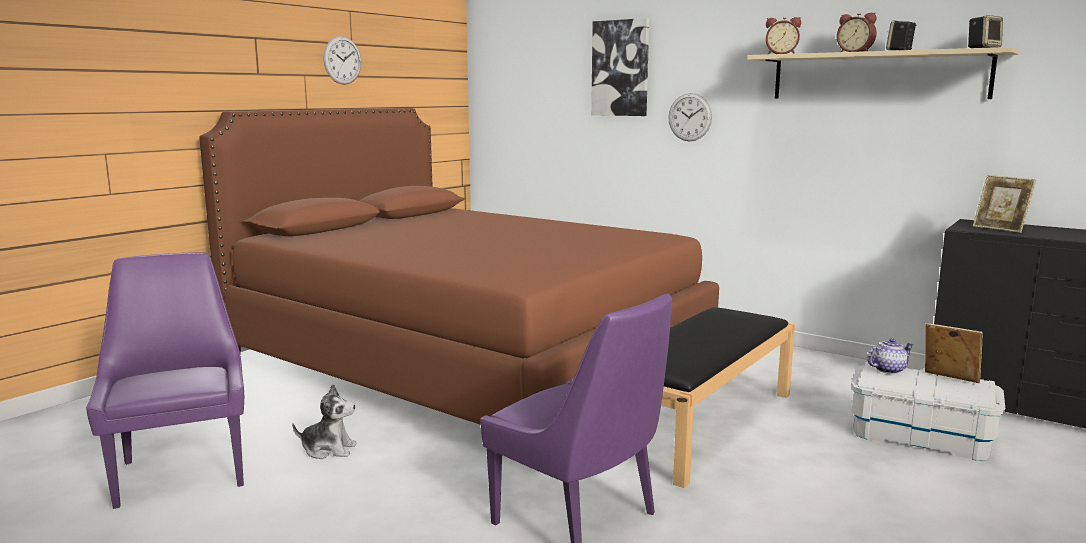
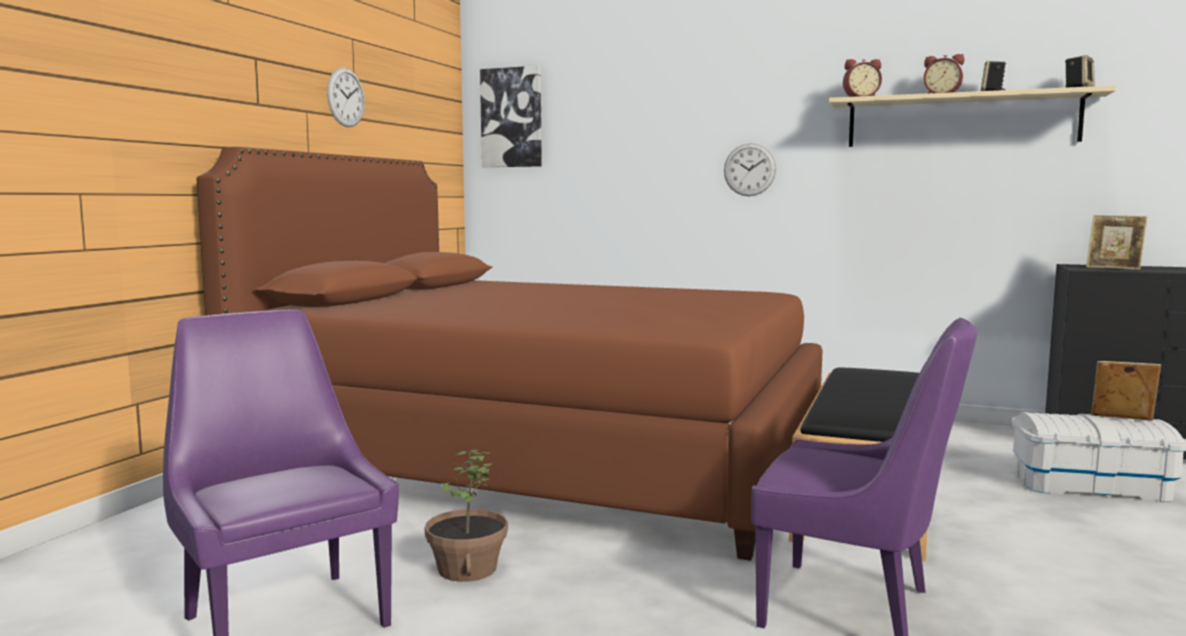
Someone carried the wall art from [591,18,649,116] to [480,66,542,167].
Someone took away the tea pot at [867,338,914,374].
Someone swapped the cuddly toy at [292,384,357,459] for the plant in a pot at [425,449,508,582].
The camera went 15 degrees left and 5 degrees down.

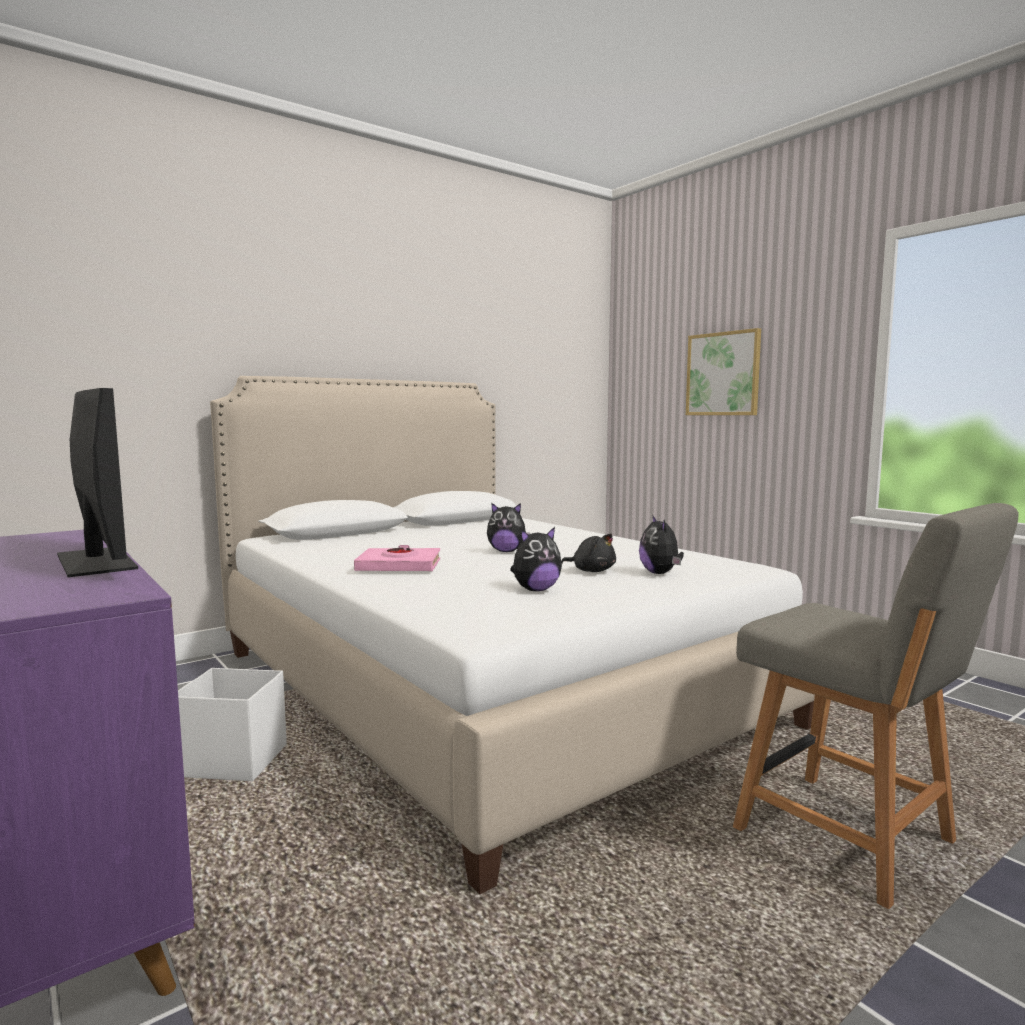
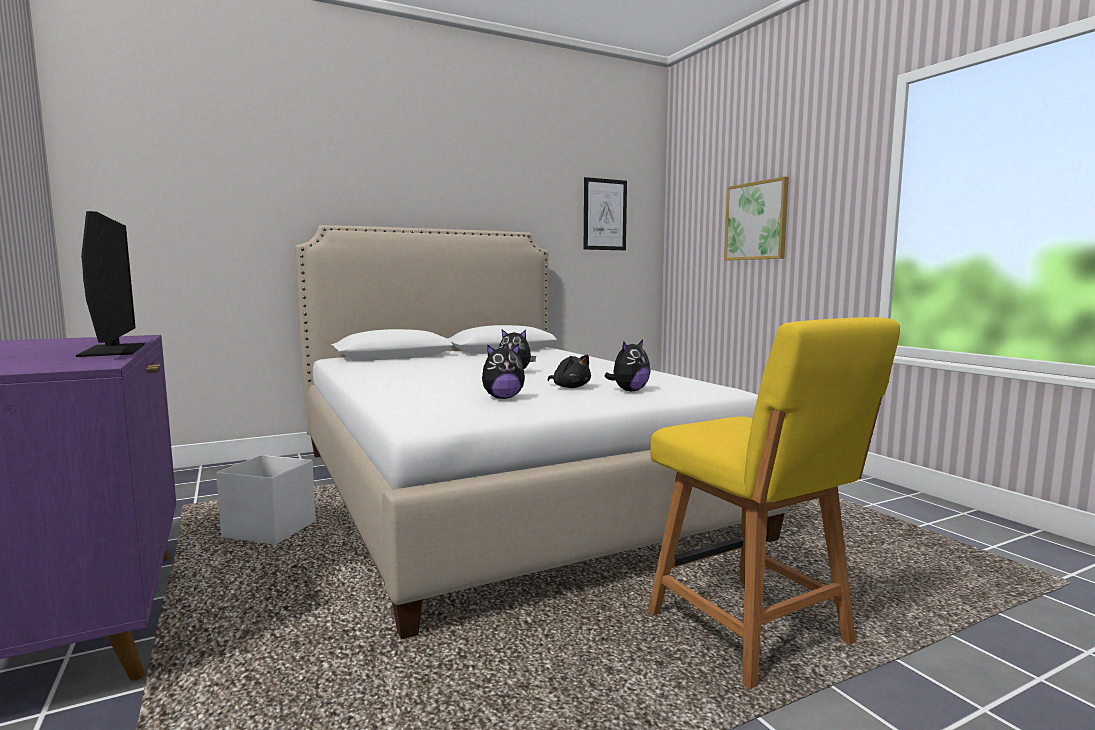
Someone repainted the chair in gray at [733,503,1019,909], which became the chair in yellowish at [648,317,900,689].
Someone rotated the cuddly toy at [639,515,684,574] by 135 degrees counterclockwise.
Someone took away the bound book in pinkish at [354,545,440,571].
Someone put up the wall art at [584,177,627,250].
The camera went 10 degrees right and 0 degrees up.

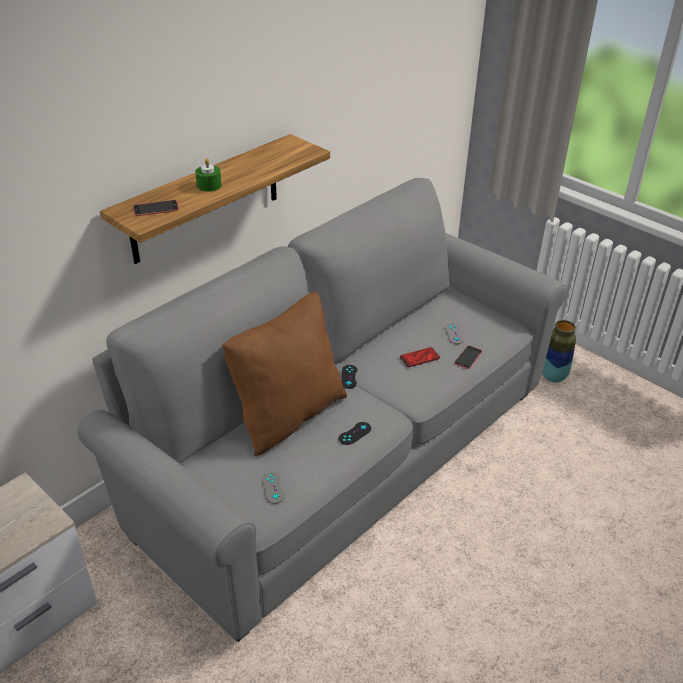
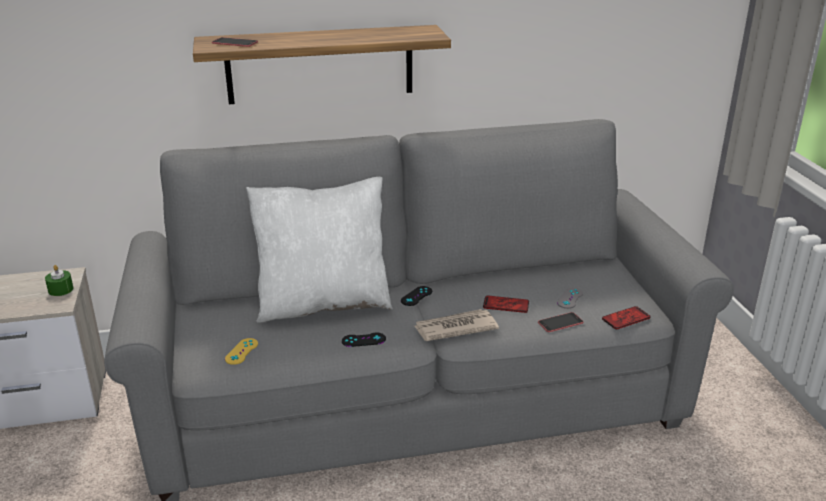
Someone carried the candle in greenish from [195,158,222,192] to [45,265,73,296].
Someone repainted the throw pillow in brown-coloured at [222,291,347,456], which became the throw pillow in whitish at [246,177,393,323].
Someone took away the decorative vase at [542,320,576,383].
Someone repainted the joypad in gray at [262,472,285,504], which became the joypad in yellowish at [225,338,258,365].
Someone put down the phone at [602,306,651,329].
Someone put down the newspaper at [414,309,499,341].
The camera went 35 degrees right and 10 degrees down.

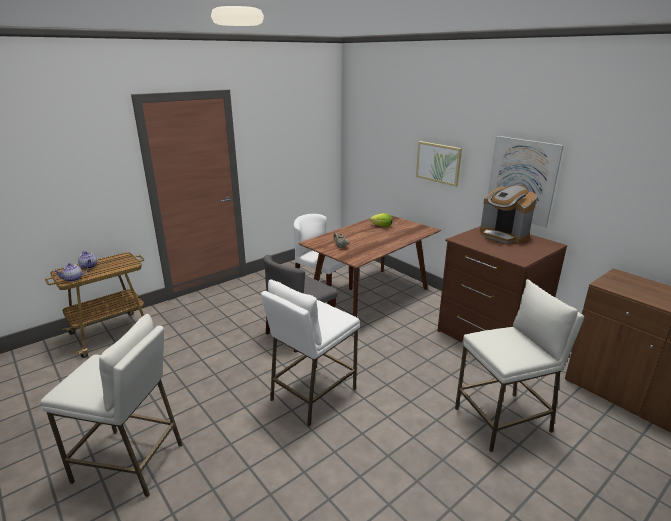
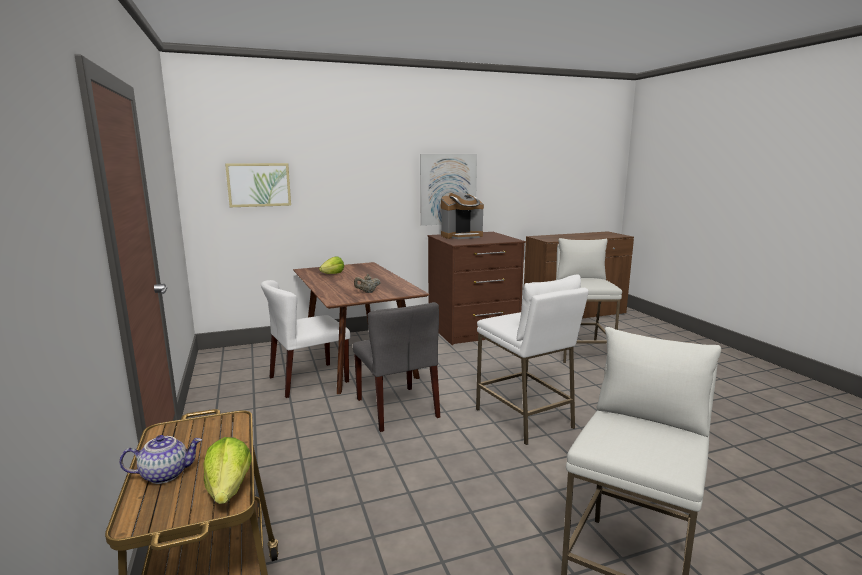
Someone carried the wall art from [416,141,462,187] to [225,163,291,207].
Someone swapped the tea pot at [54,263,88,282] for the lettuce head at [203,437,252,504].
The camera went 70 degrees left and 10 degrees down.

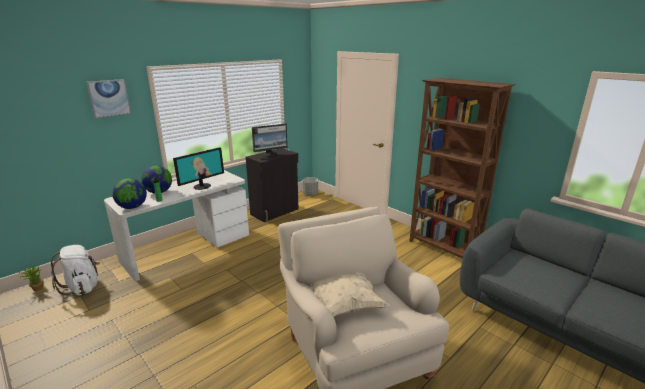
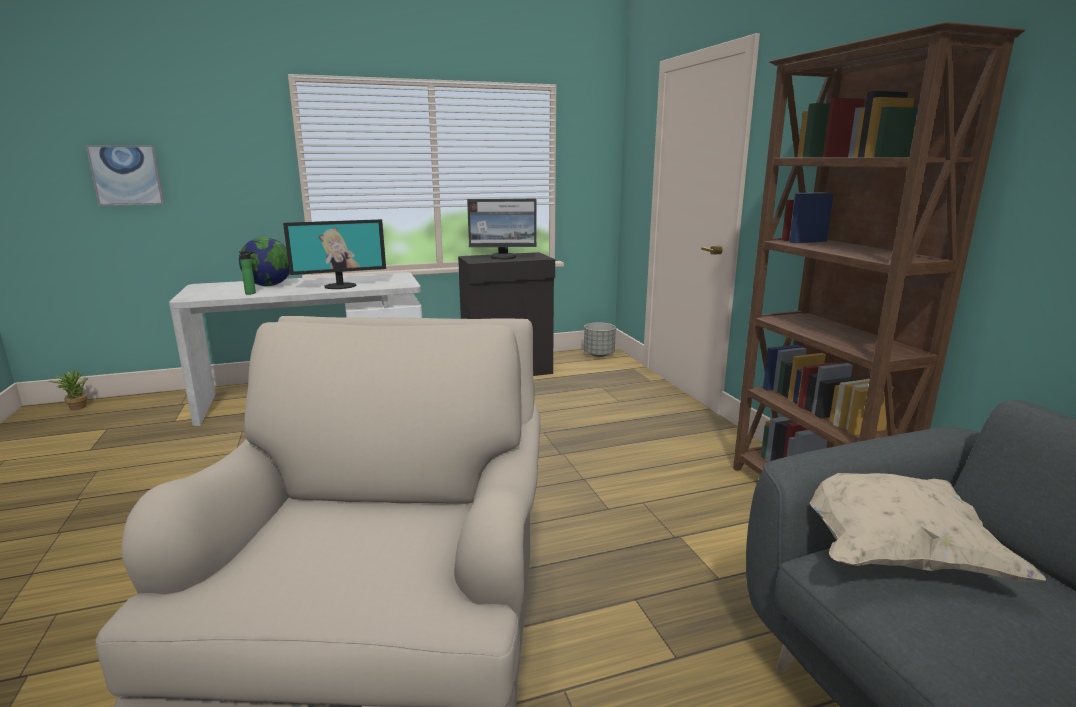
Someone carried the wall art from [86,79,131,118] to [86,145,165,206].
Someone took away the globe at [112,178,147,209].
Someone took away the backpack in whitish at [51,245,100,295].
Someone carried the throw pillow in beige-coloured from [310,273,389,317] to [810,473,1046,582].
The camera went 25 degrees right and 5 degrees down.

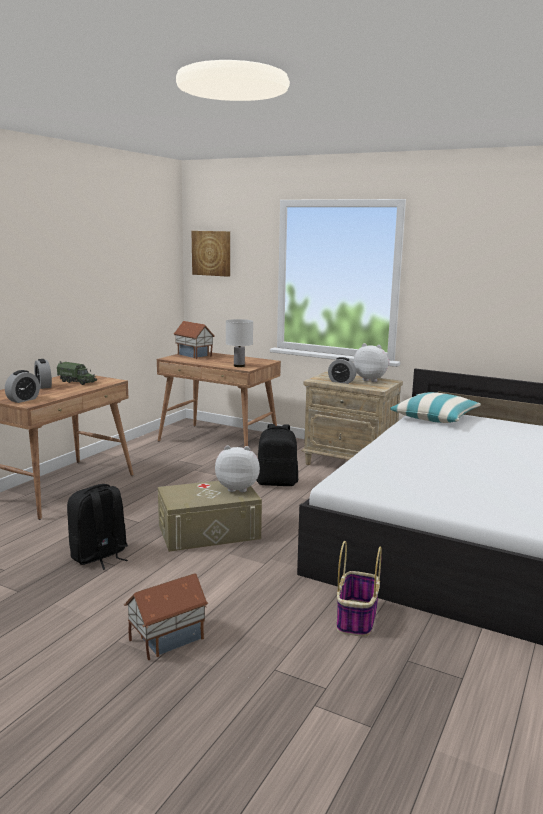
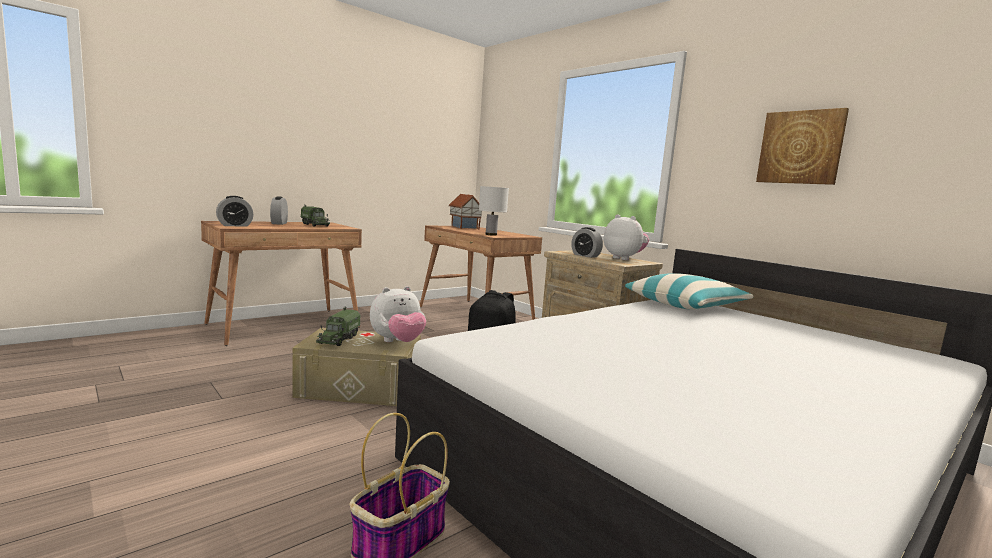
Someone carried the wall art from [192,231,230,277] to [756,108,849,185].
Someone rotated the cuddly toy at [215,445,260,492] by 120 degrees clockwise.
Someone took away the backpack in black-coloured at [67,484,128,570].
Someone took away the model house at [124,573,208,660].
Someone put down the toy truck at [316,306,360,346].
The camera went 20 degrees right and 5 degrees down.

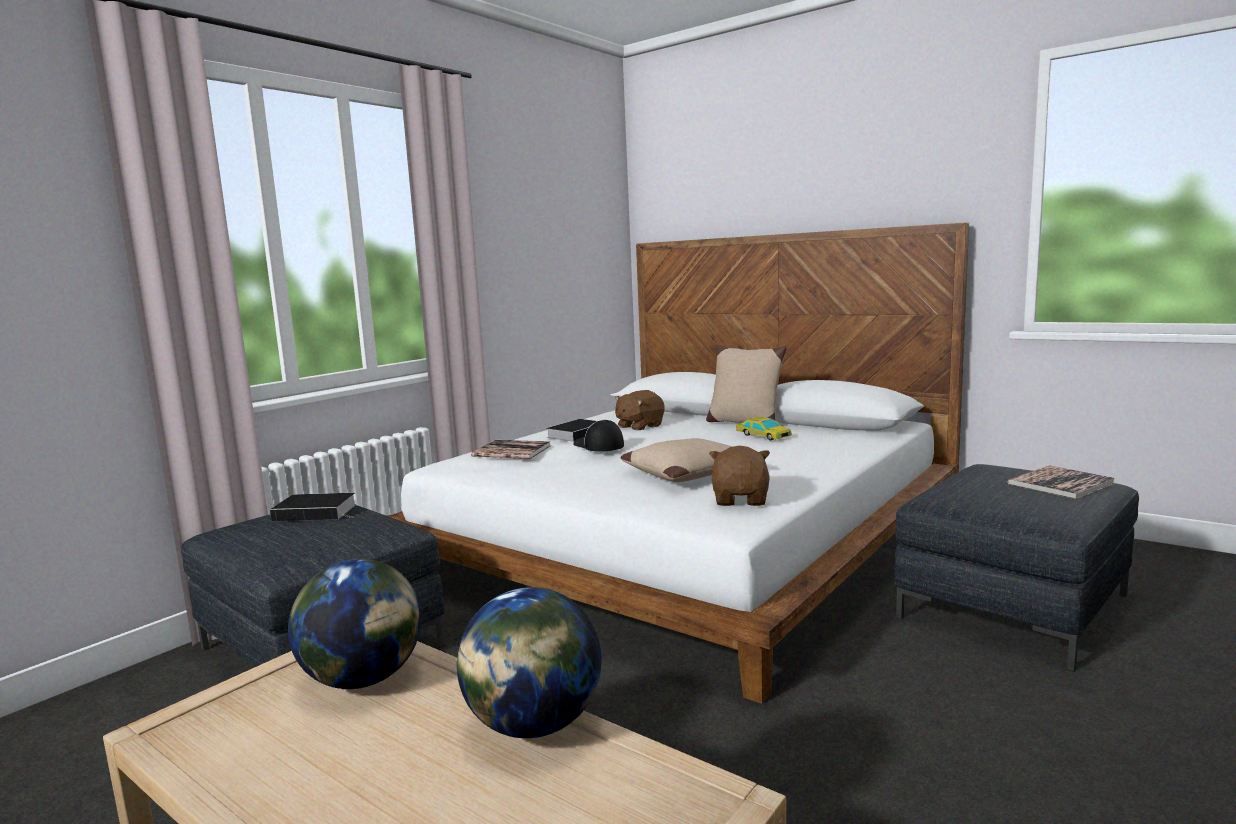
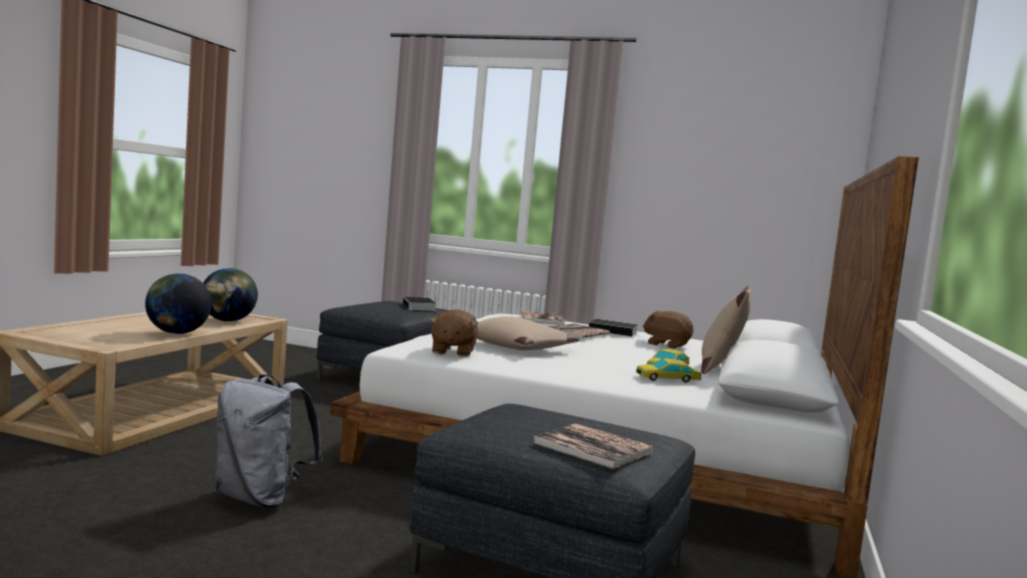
Someone swapped the cap at [573,420,624,451] for the bound book at [548,323,610,338].
Someone rotated the cuddly toy in brown-coloured at [709,446,770,506] by 105 degrees clockwise.
Someone put down the toy car at [636,358,702,383].
Someone put down the backpack in gray at [215,374,323,508].
The camera went 70 degrees right and 5 degrees down.

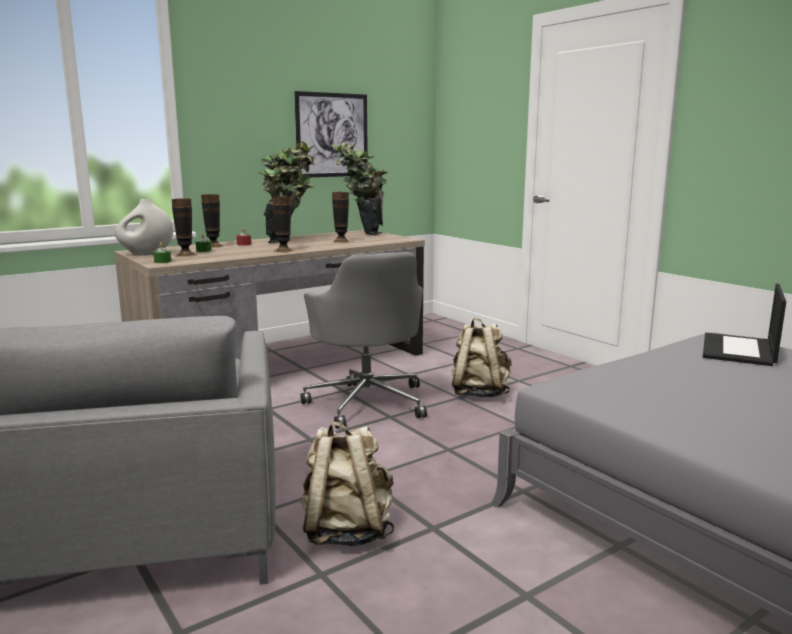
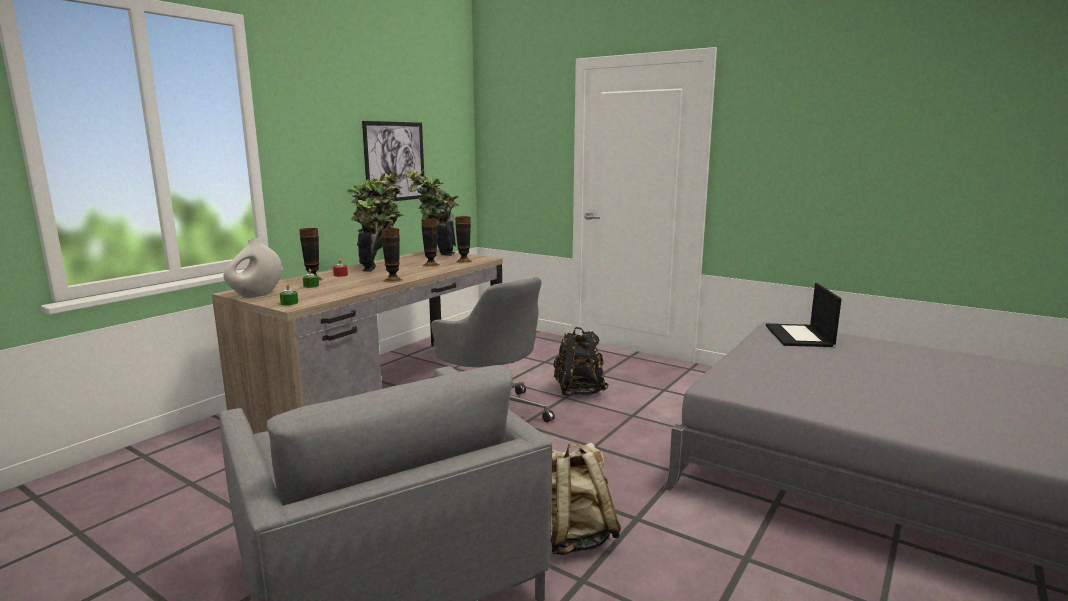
Someone carried the decorative vase from [172,199,196,257] to [455,216,473,263].
Someone repainted the backpack in beige-coloured at [451,318,512,398], which became the backpack in black-coloured at [554,327,609,396].
The camera went 20 degrees left and 0 degrees up.

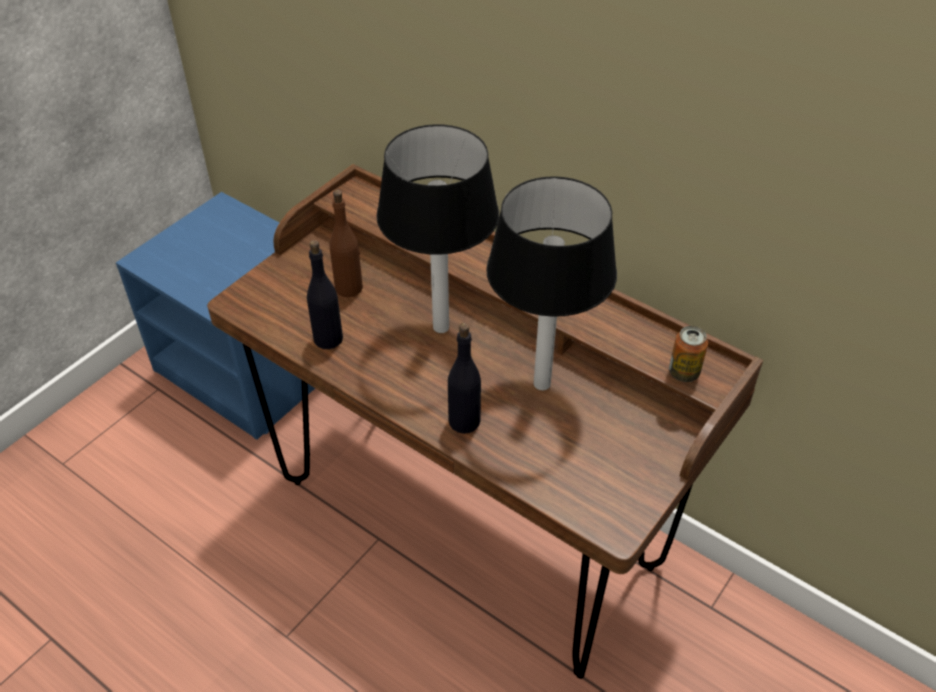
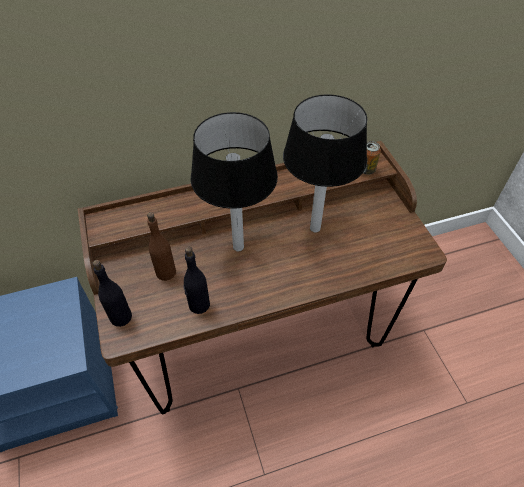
Someone carried the beverage bottle in black-coloured from [448,323,481,434] to [92,260,132,327].
The camera went 55 degrees left and 5 degrees up.

